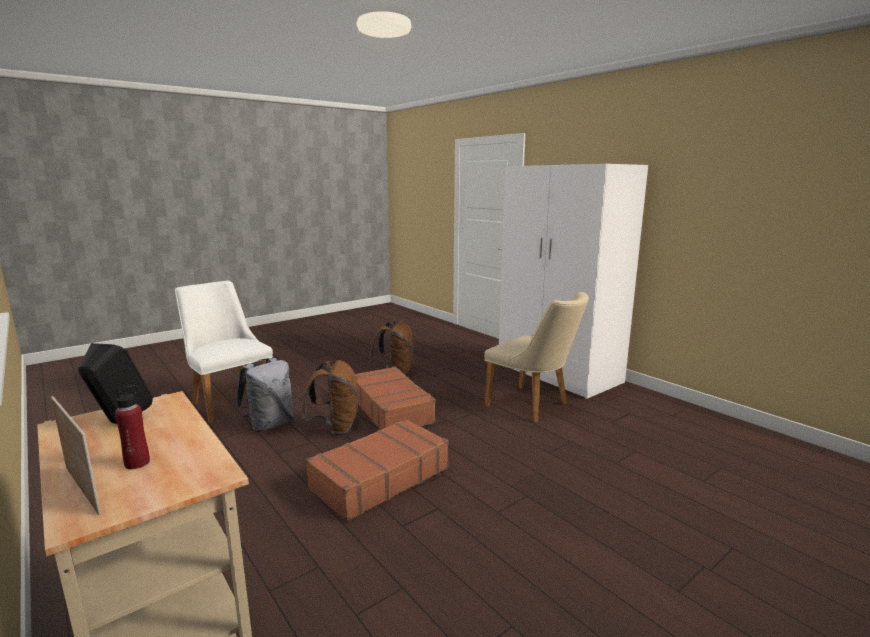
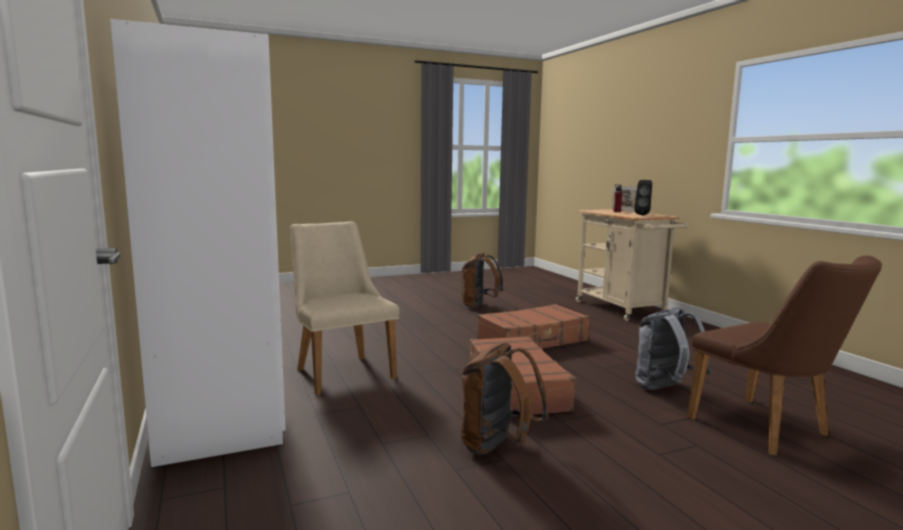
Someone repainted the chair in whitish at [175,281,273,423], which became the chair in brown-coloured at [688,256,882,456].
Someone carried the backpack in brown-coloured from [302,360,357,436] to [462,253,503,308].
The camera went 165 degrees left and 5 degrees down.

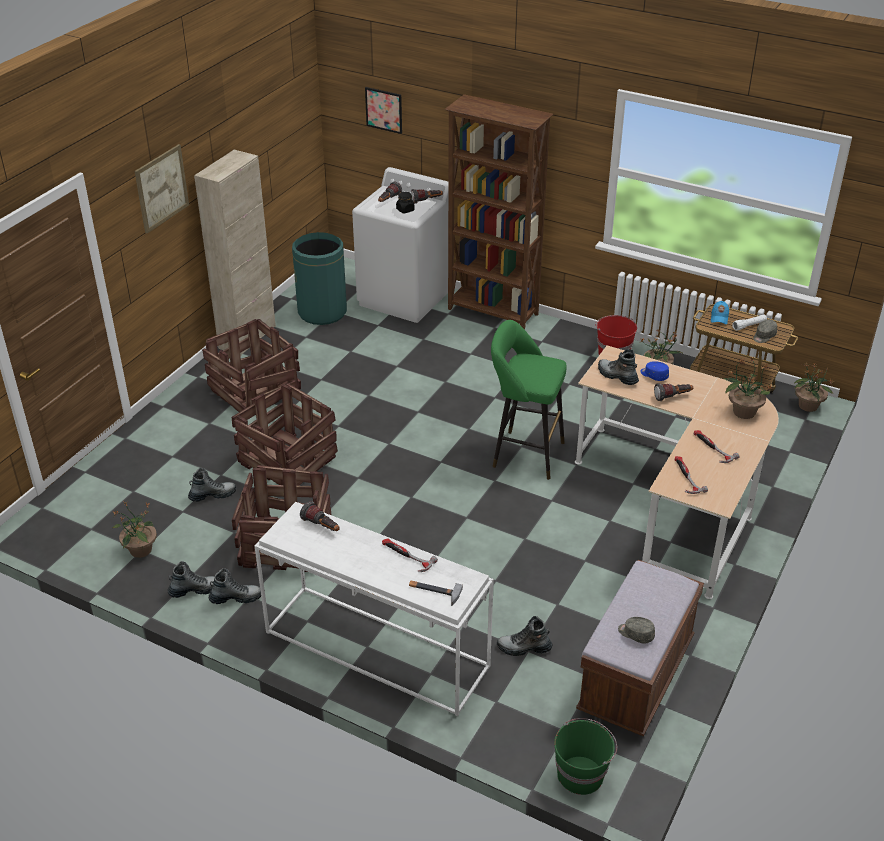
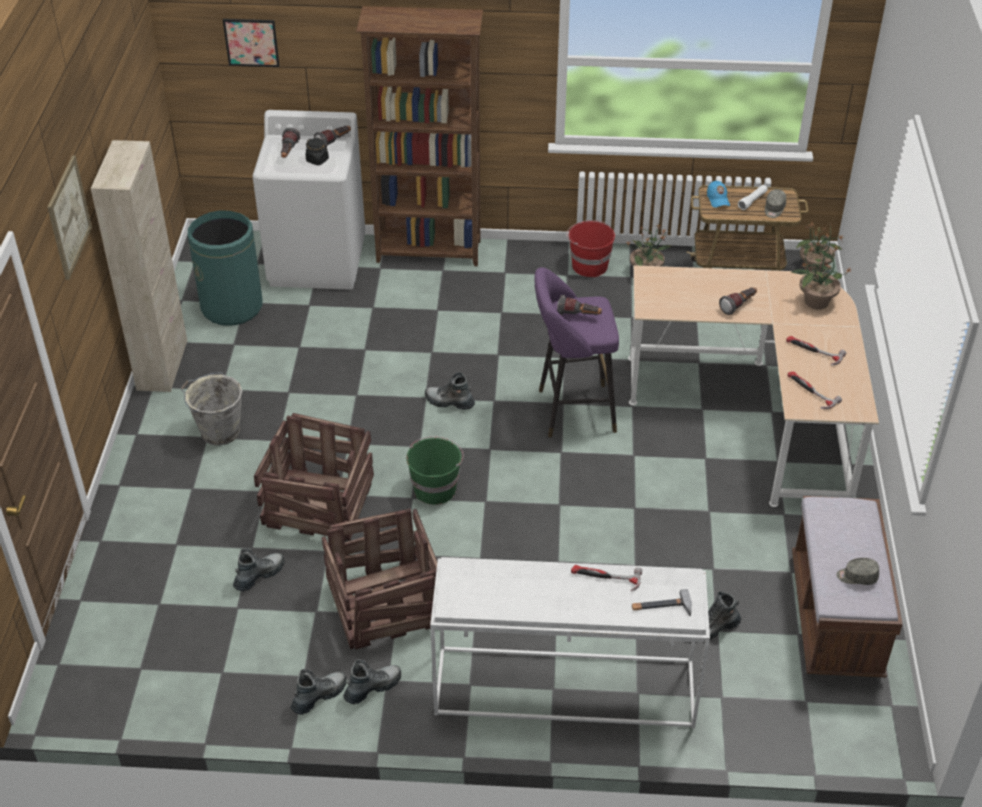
Someone swapped the crate at [202,319,301,412] for the water bucket in gray at [180,372,242,446].
Someone repainted the sitting stool in greenish at [491,320,567,480], which became the sitting stool in purple at [535,267,619,438].
Someone carried the boot from [598,349,639,385] to [425,372,475,410].
Someone took away the cap in bluish at [640,361,669,381].
Someone took away the plant in a pot at [112,501,157,558].
Someone carried the flashlight from [300,501,340,531] to [557,295,602,315].
Someone carried the water bucket in greenish from [554,718,617,795] to [406,437,464,505].
The camera went 25 degrees left and 5 degrees up.

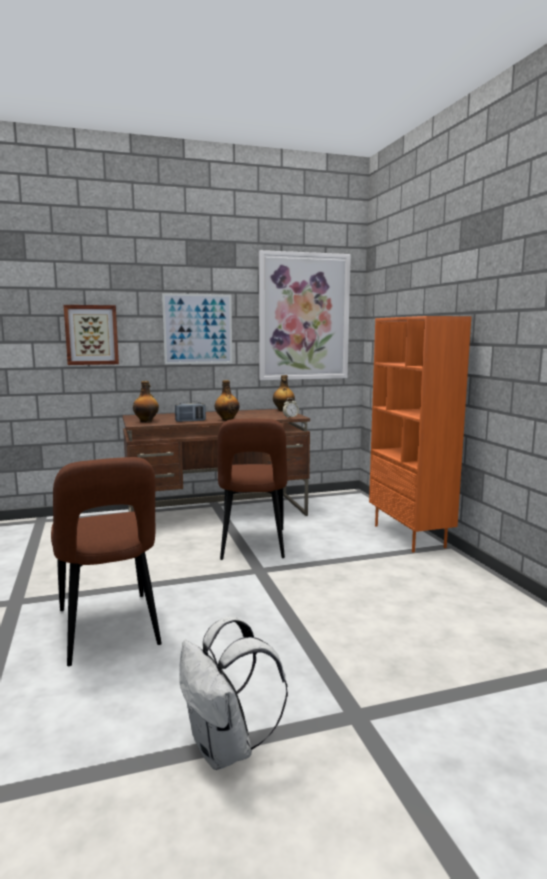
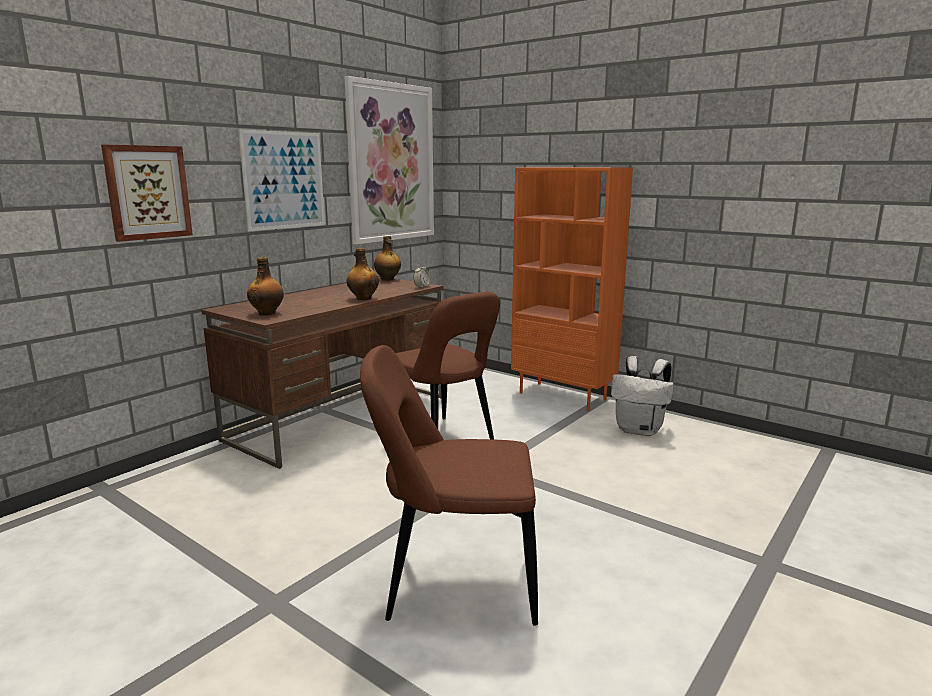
Someone took away the radio set at [175,401,206,422].
Someone rotated the chair in brown-coloured at [51,457,162,666] by 150 degrees clockwise.
Someone carried the backpack in whitish from [179,616,288,770] to [611,356,674,436].
The camera went 35 degrees left and 5 degrees up.

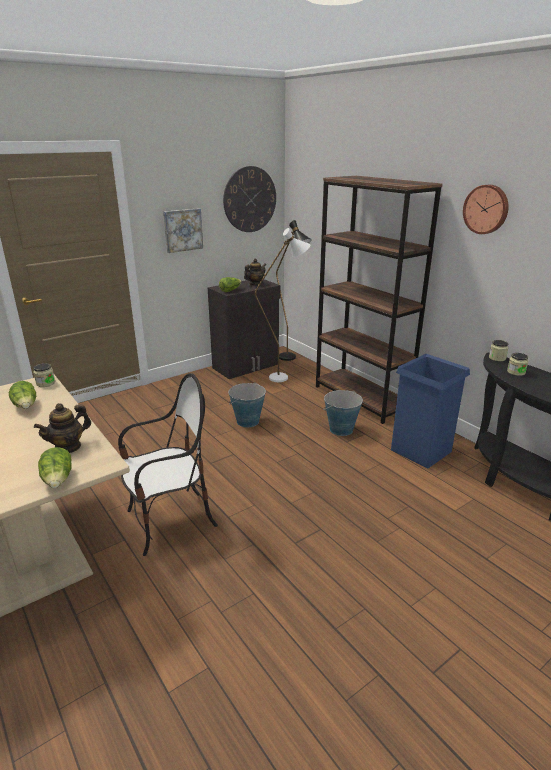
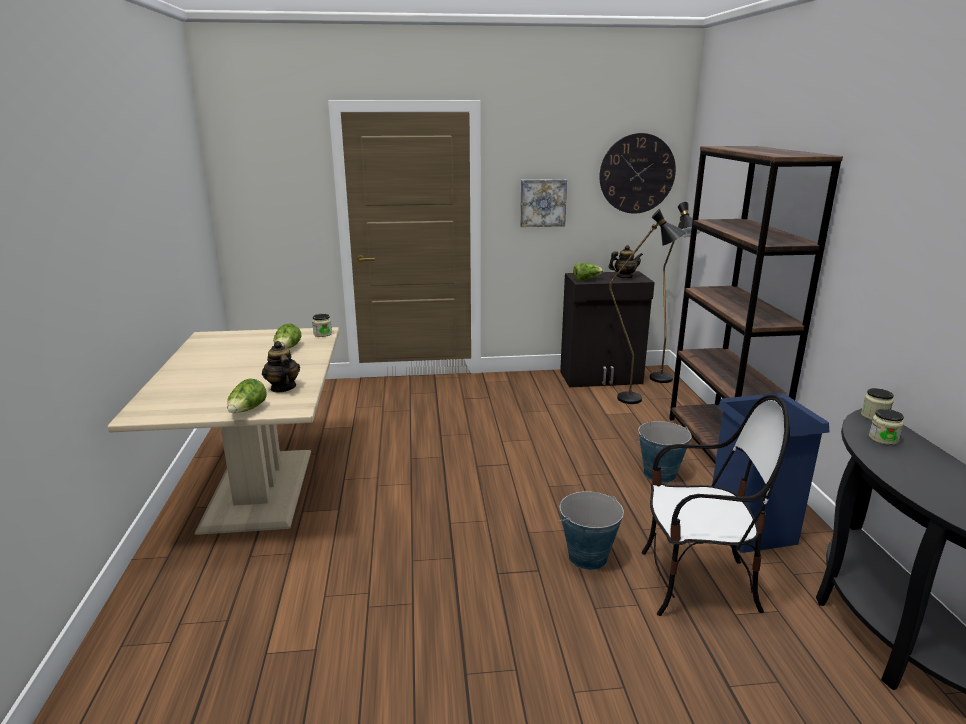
Someone took away the clock on the wall at [463,185,509,234].
Someone repainted the standing lamp in whitish at [255,228,311,382], which became the standing lamp in black-coloured at [609,209,687,404].
Someone carried the chair from [118,373,218,556] to [642,395,790,616].
Someone carried the water bucket from [229,382,266,427] to [558,491,624,570].
Someone rotated the tea pot at [34,403,91,453] by 75 degrees clockwise.
The camera went 30 degrees right and 5 degrees down.

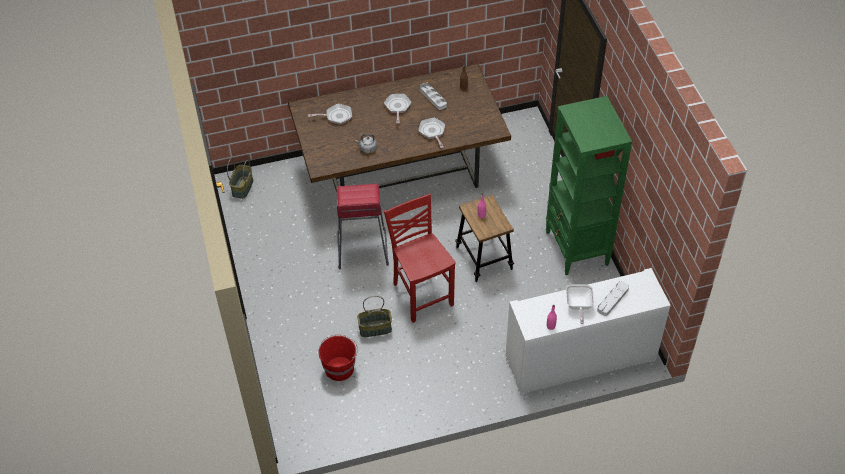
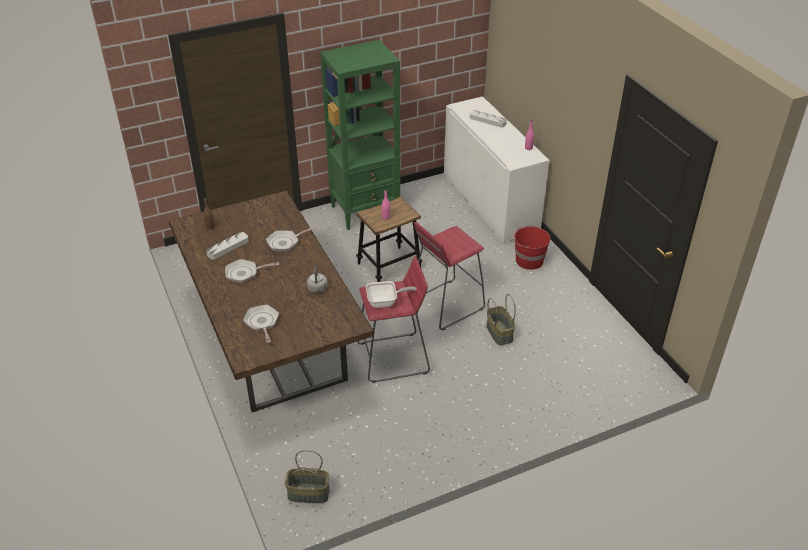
Someone swapped the chair in red at [384,193,456,323] for the sitting stool in red at [414,222,485,330].
Someone carried the pan from [566,284,594,324] to [366,281,417,308].
Someone carried the water bucket in red from [318,334,358,381] to [513,225,550,270].
The camera went 100 degrees left and 10 degrees down.

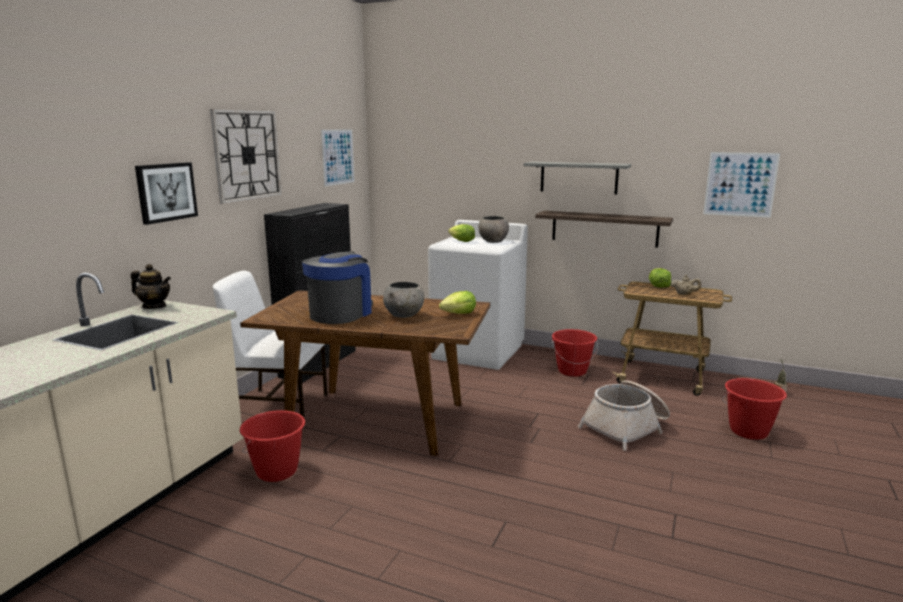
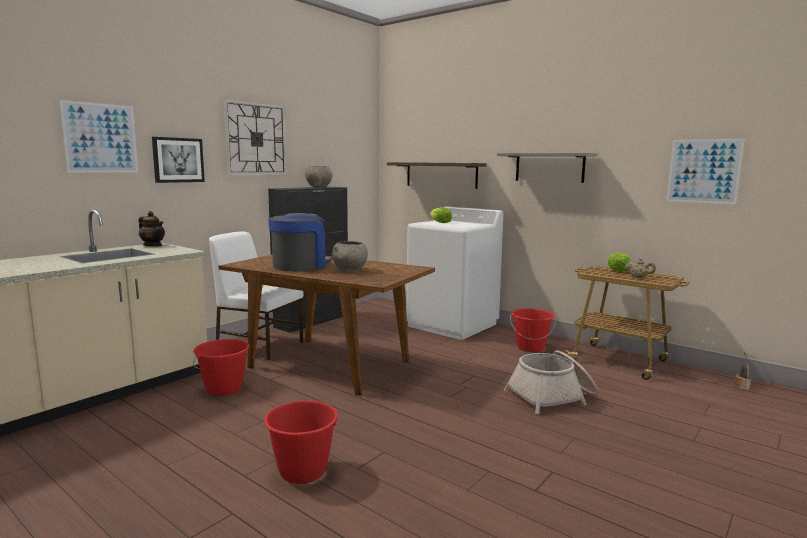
Someone carried the wall art from [321,129,355,187] to [60,100,138,173].
Someone carried the bracket shelf from [535,211,673,248] to [387,162,487,189].
Someone carried the serving bowl in gray from [478,216,509,243] to [305,166,333,187].
Someone took away the lettuce head at [439,291,476,314].
Someone carried the water bucket in red from [722,378,787,440] to [264,400,340,484].
The camera went 15 degrees right and 5 degrees down.

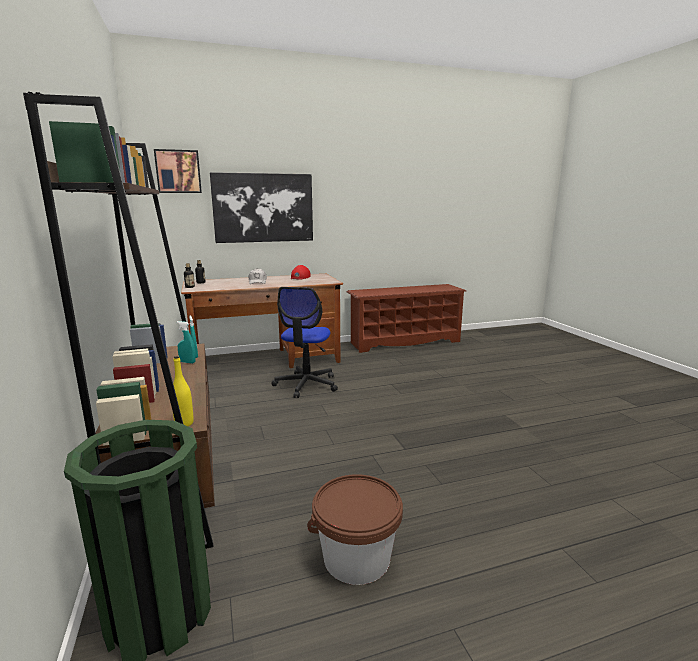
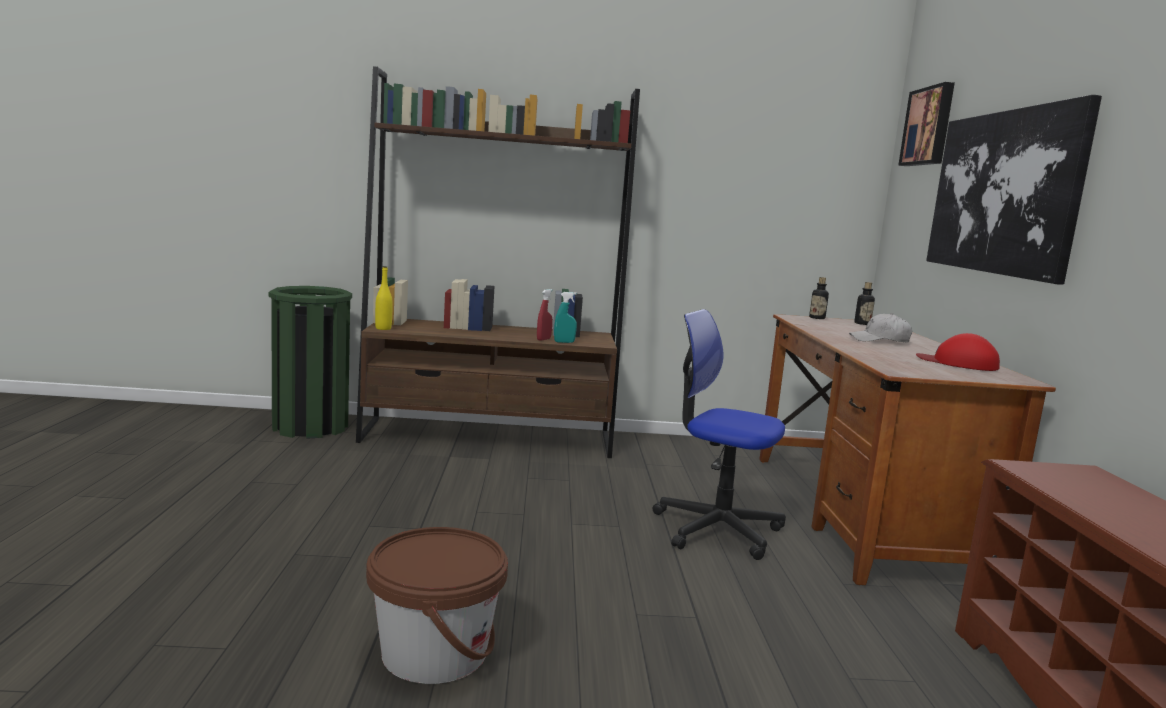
Someone repainted the sprayer in blue-green at [177,321,196,363], which became the sprayer in red at [537,289,553,341].
Someone carried the water bucket in brown-coloured from [307,474,403,585] to [366,527,508,684].
The camera went 105 degrees right and 5 degrees down.

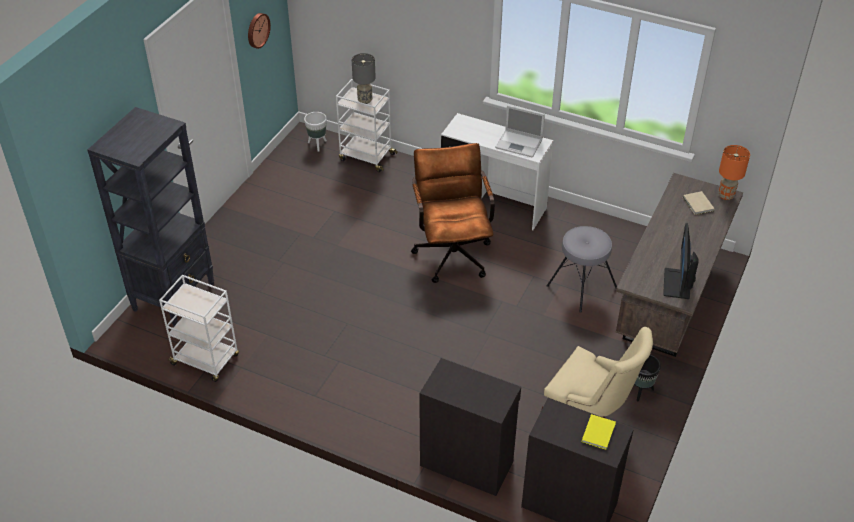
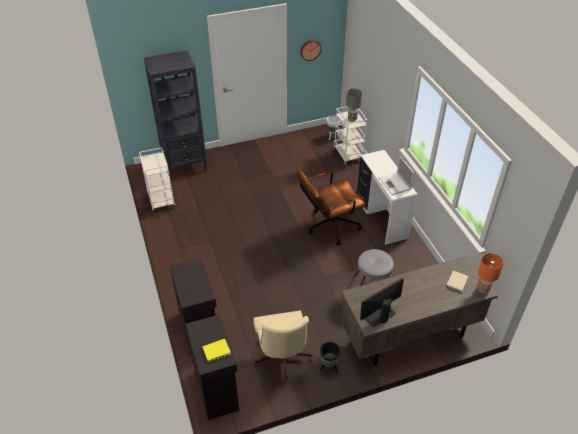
Someone rotated the computer chair in brown-coloured at [411,143,495,283] by 150 degrees counterclockwise.
The camera went 45 degrees right and 0 degrees up.

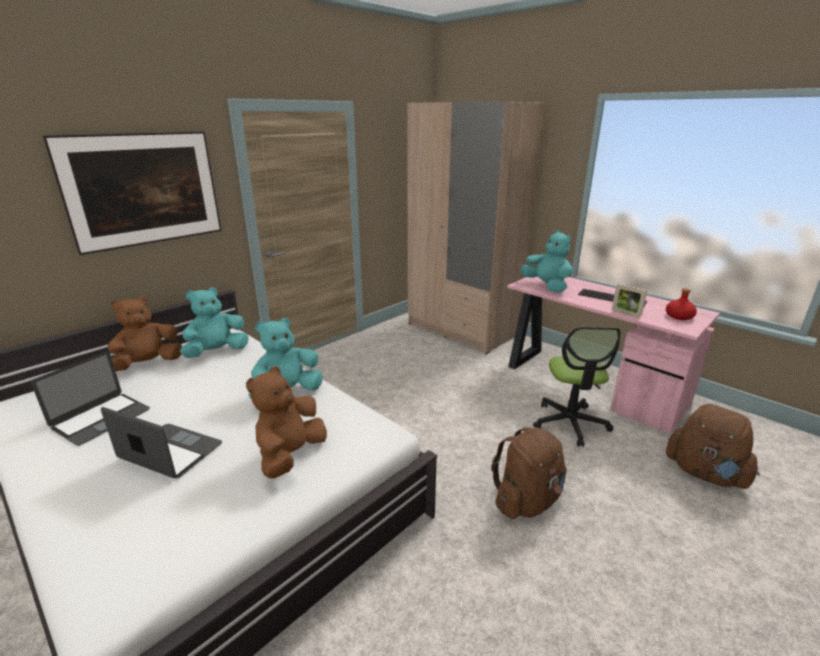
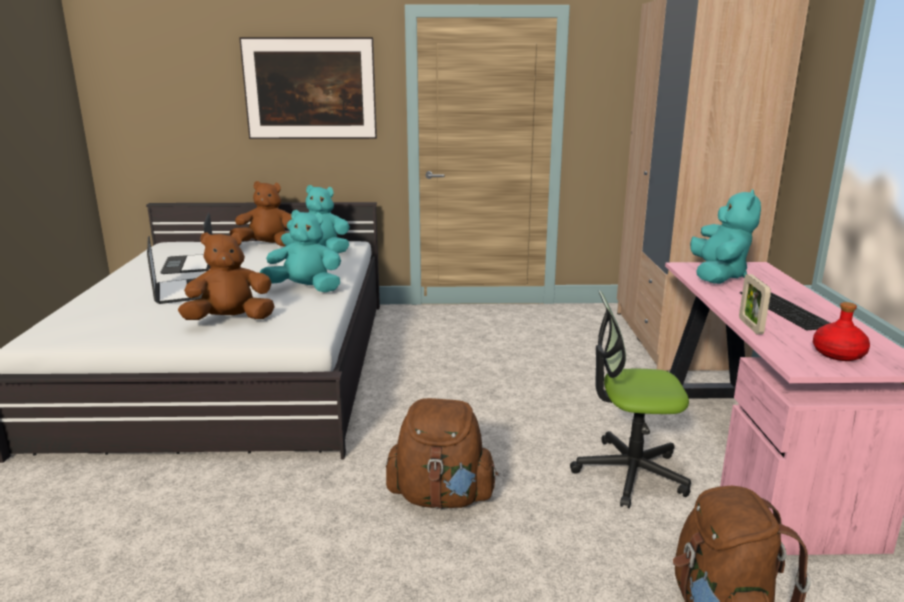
Someone rotated the computer chair at [533,327,620,447] by 45 degrees clockwise.
Someone rotated the notebook computer at [31,351,150,446] by 90 degrees clockwise.
The camera went 45 degrees right and 5 degrees down.

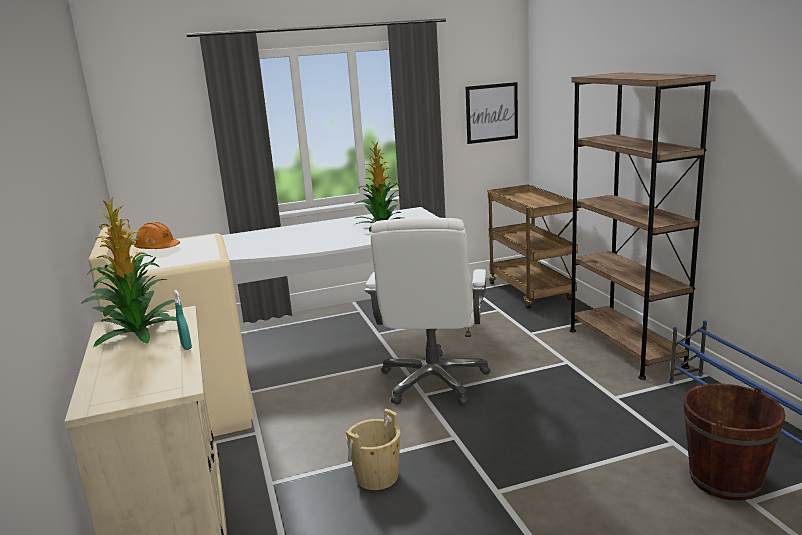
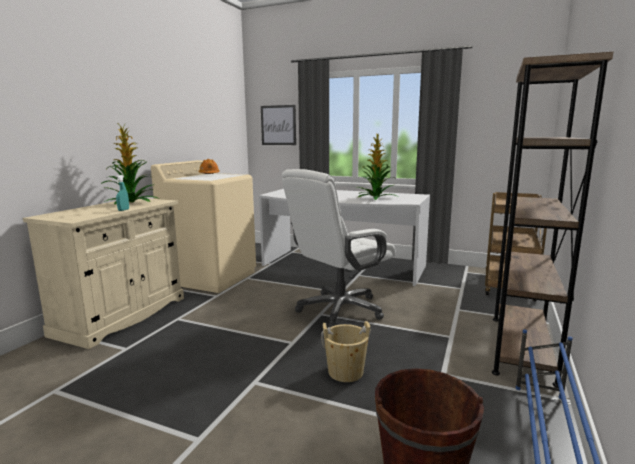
Someone carried the wall art from [466,82,518,144] to [261,105,296,145].
Someone carried the water bucket in beige-coloured from [346,409,400,490] to [321,321,371,382].
The camera went 40 degrees right and 5 degrees down.

